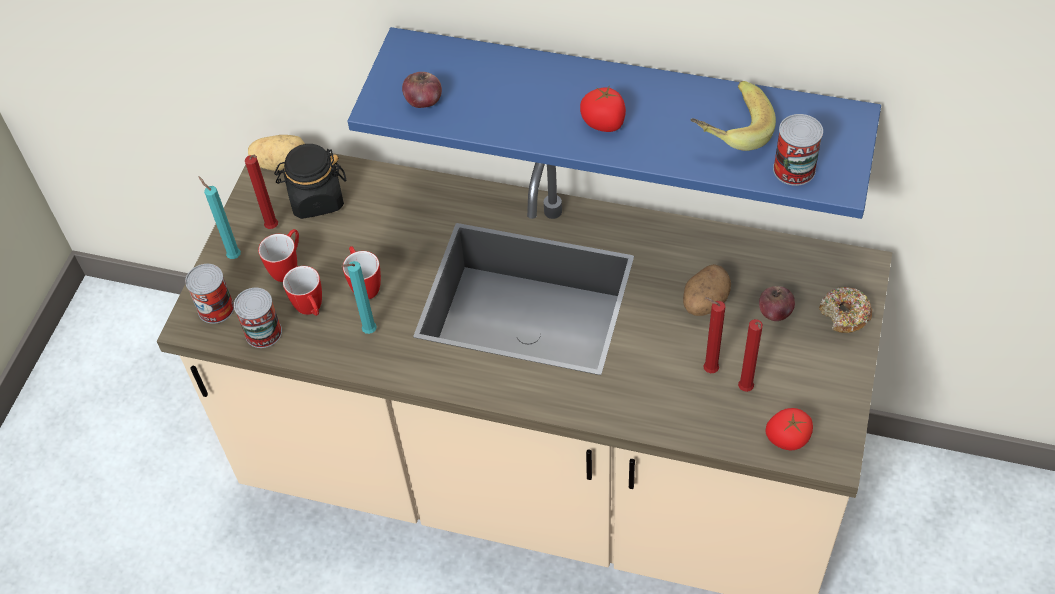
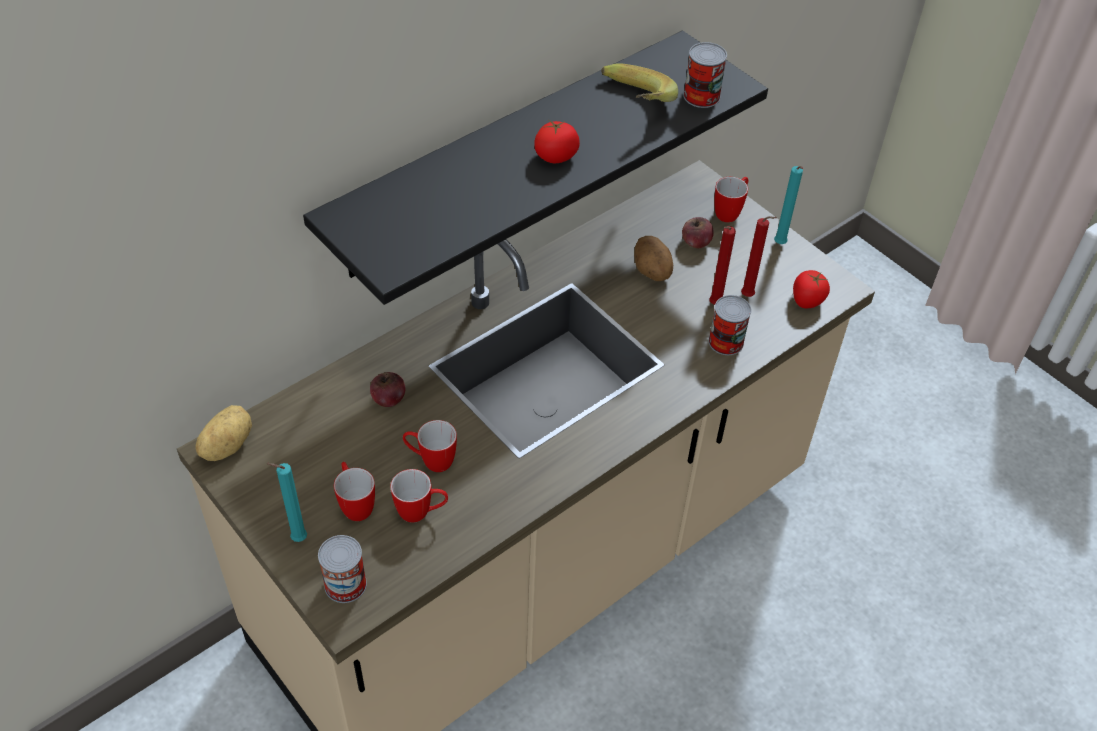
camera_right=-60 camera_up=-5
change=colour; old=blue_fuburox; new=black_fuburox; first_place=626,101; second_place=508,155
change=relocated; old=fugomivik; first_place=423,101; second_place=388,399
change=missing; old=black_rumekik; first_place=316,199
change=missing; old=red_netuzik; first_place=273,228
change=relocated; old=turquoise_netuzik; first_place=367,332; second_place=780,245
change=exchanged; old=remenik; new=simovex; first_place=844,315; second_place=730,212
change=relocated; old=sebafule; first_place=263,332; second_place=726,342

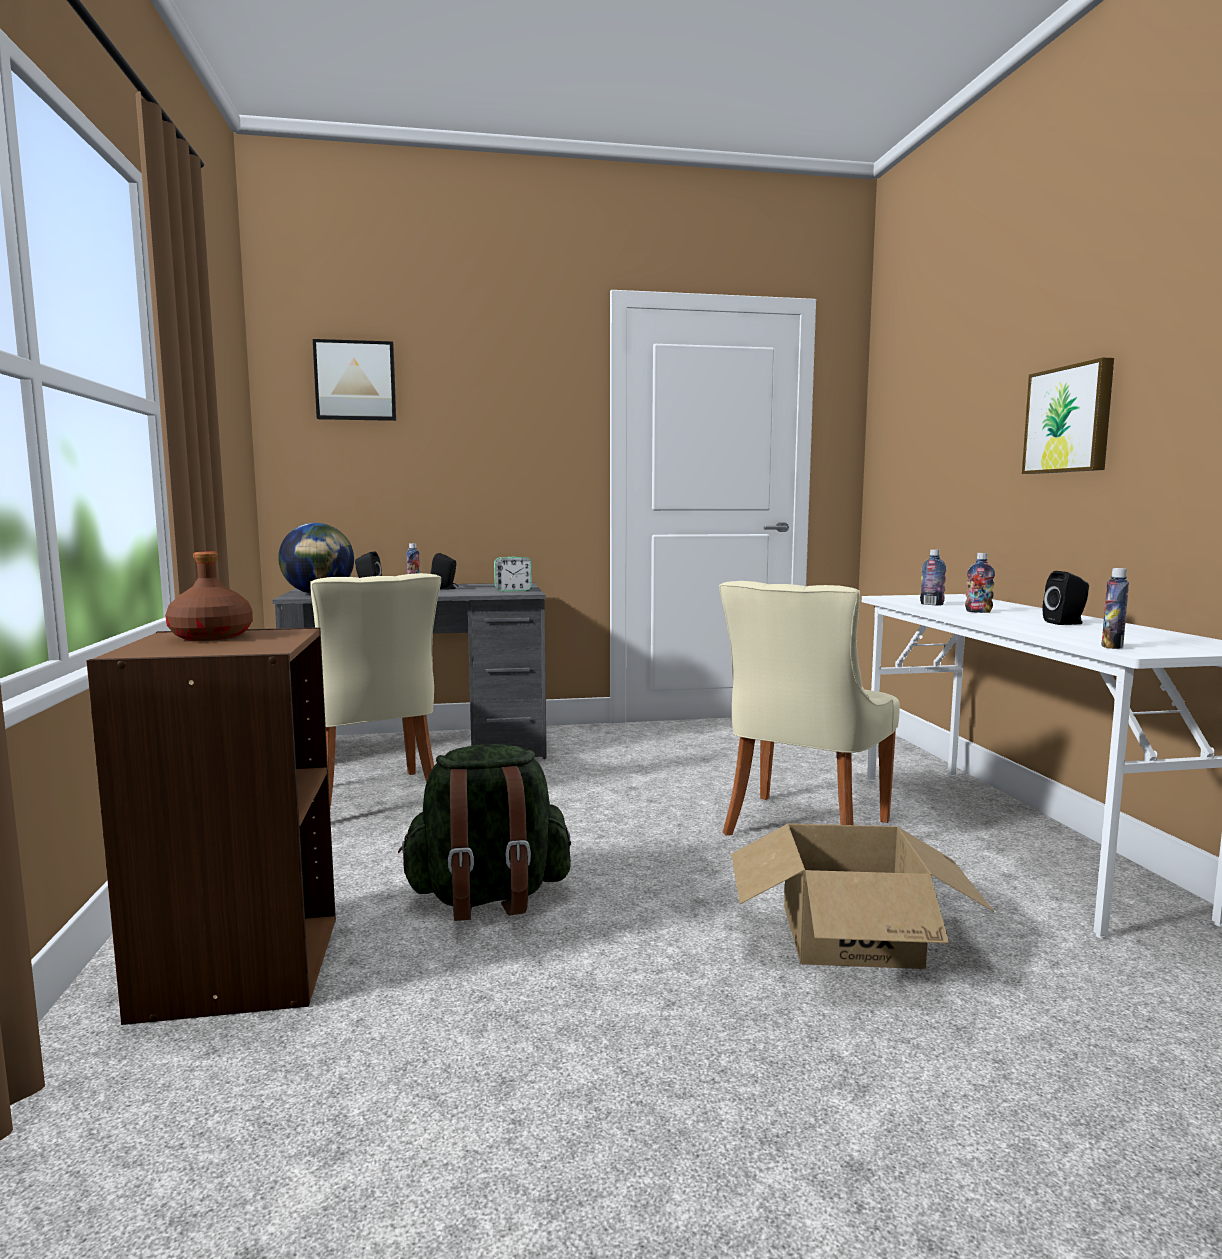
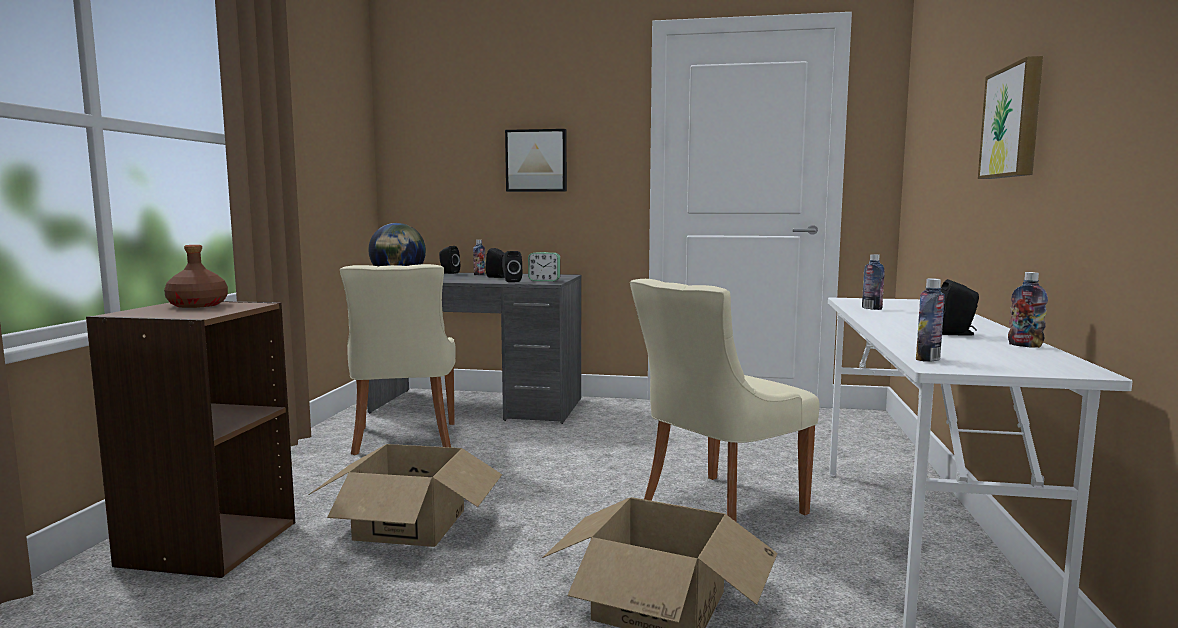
camera_right=20 camera_up=0
change=relocated; old=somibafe; first_place=355,381; second_place=536,161
change=relocated; old=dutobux; first_place=978,612; second_place=1025,345
change=exchanged; old=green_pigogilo; new=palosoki; first_place=488,897; second_place=409,524
change=appeared; new=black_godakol; second_place=511,281

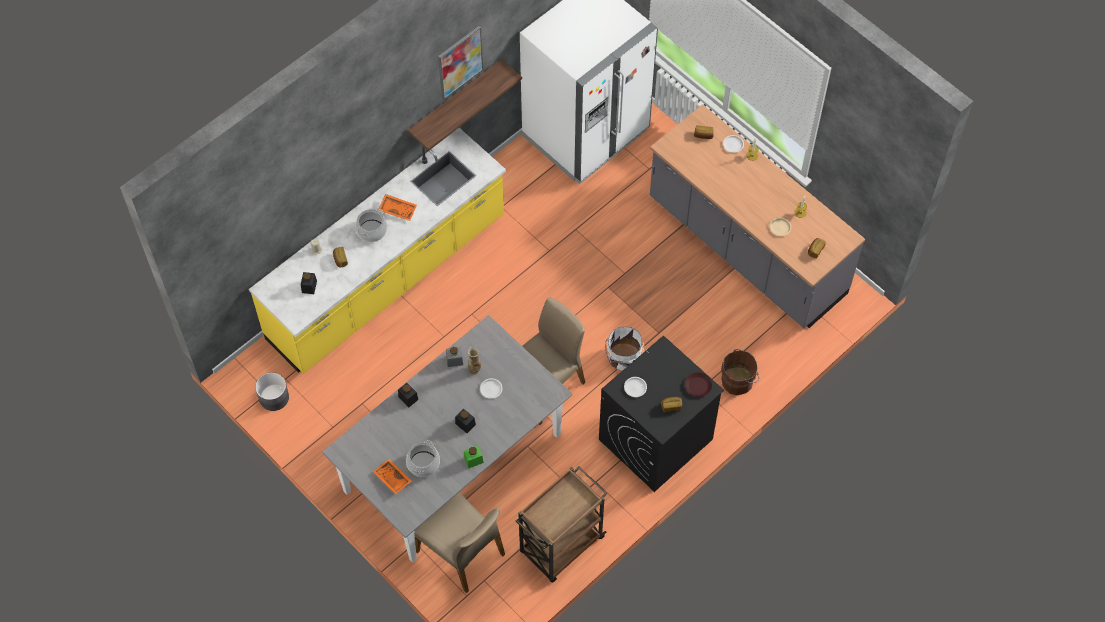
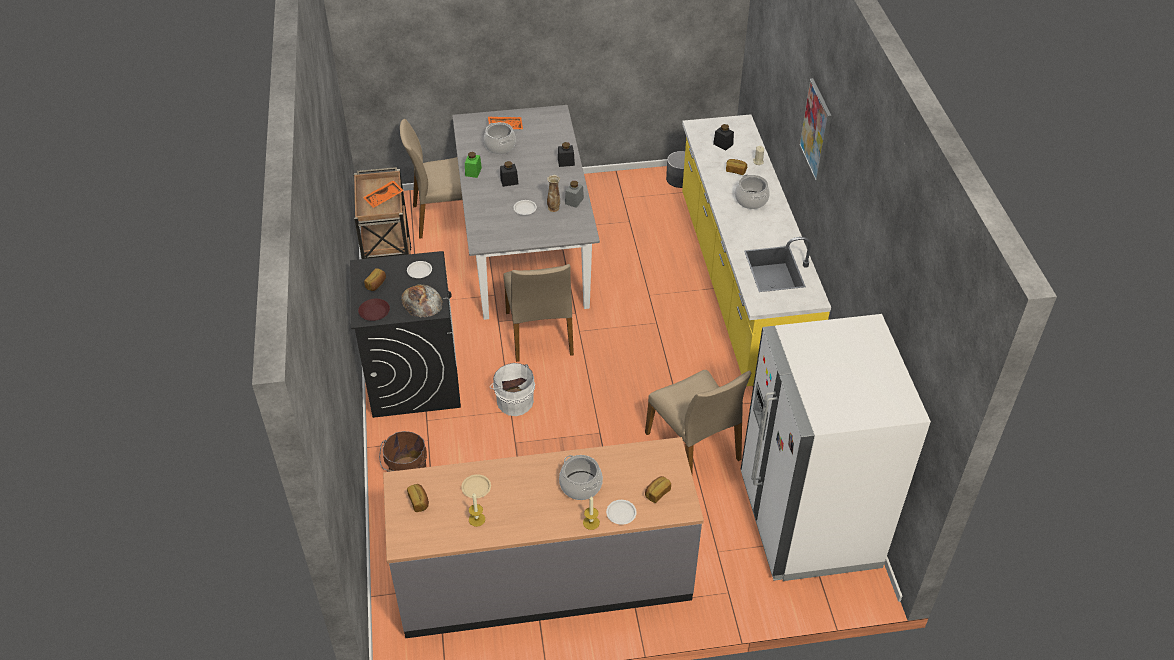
camera_right=125 camera_up=-15
change=relocated; old=somibafe; first_place=460,62; second_place=816,130
change=missing; old=fuburox; first_place=455,102
change=relocated; old=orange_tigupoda; first_place=398,209; second_place=384,198
change=appeared; new=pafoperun; second_place=421,301
change=appeared; new=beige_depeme; second_place=694,446
change=appeared; new=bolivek; second_place=580,485

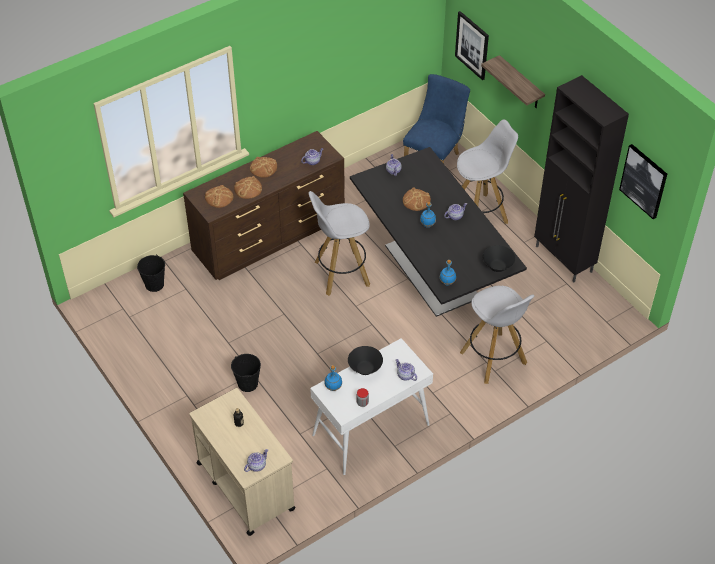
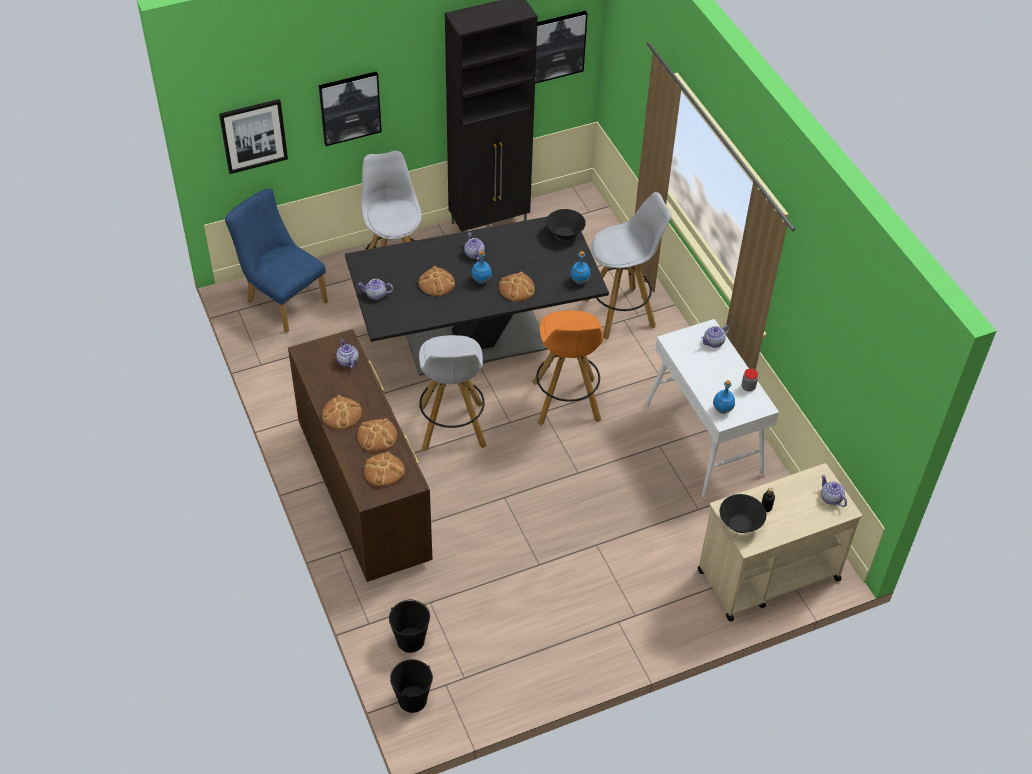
camera_right=-80 camera_up=0
change=exchanged; old=fuburox; new=somibafe; first_place=520,83; second_place=350,107
change=relocated; old=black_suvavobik; first_place=365,368; second_place=740,524
change=relocated; old=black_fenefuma; first_place=248,383; second_place=412,699
change=appeared; new=pafoperun; second_place=517,288
change=appeared; new=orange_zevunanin; second_place=566,402

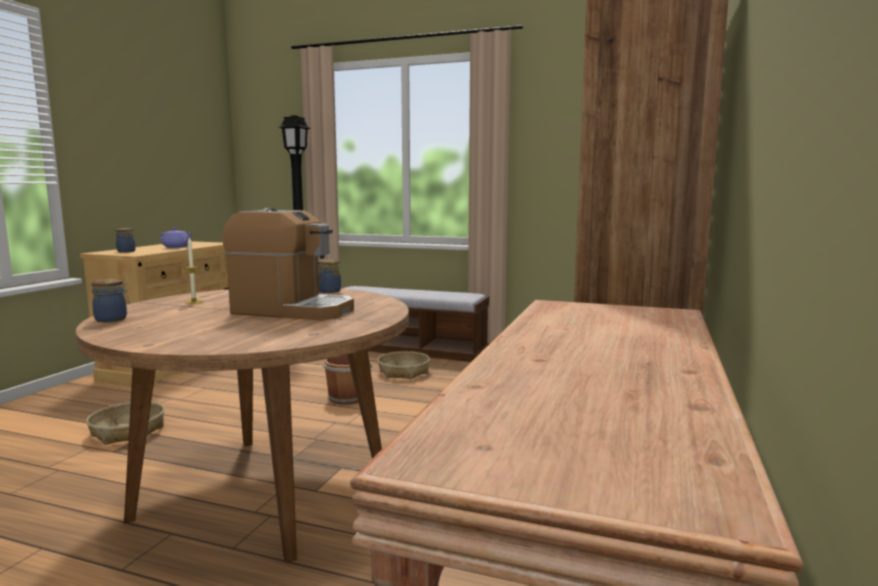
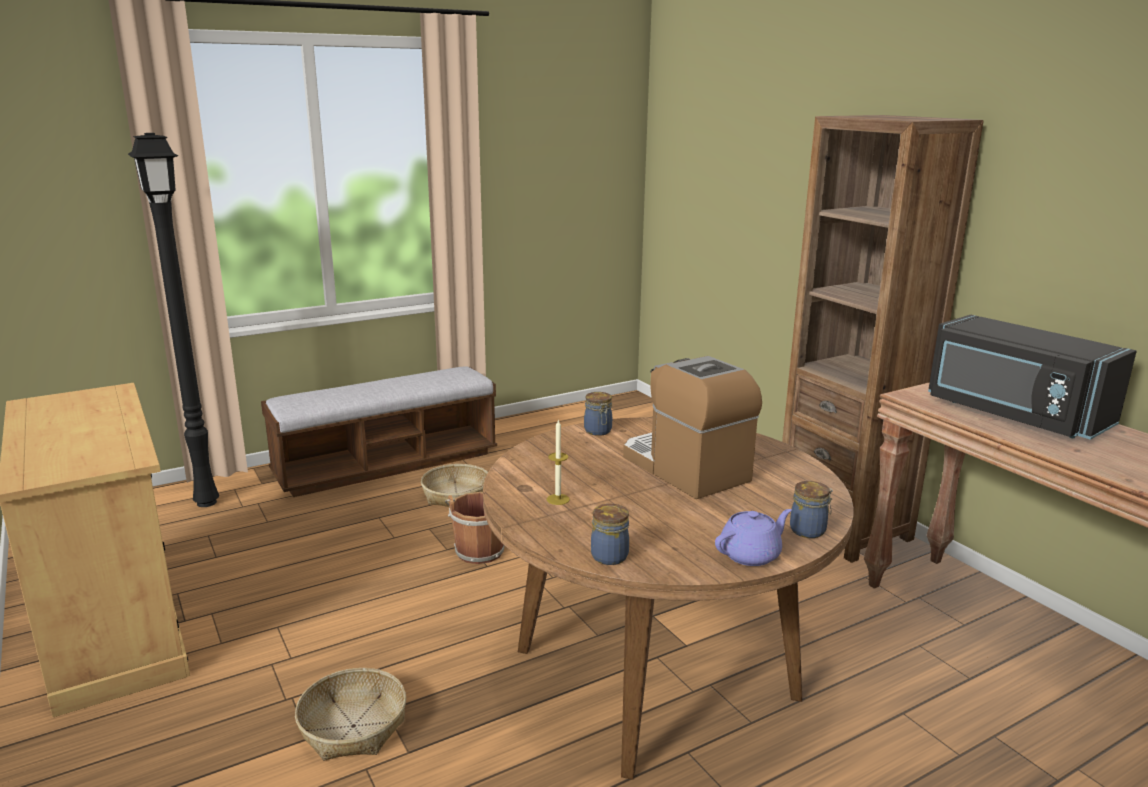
camera_right=-50 camera_up=10
change=spun; old=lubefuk; first_place=292,310; second_place=684,468; degrees=-90
change=relocated; old=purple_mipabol; first_place=177,247; second_place=751,554
change=relocated; old=rumekik; first_place=126,251; second_place=809,530
change=appeared; new=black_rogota; second_place=1013,414

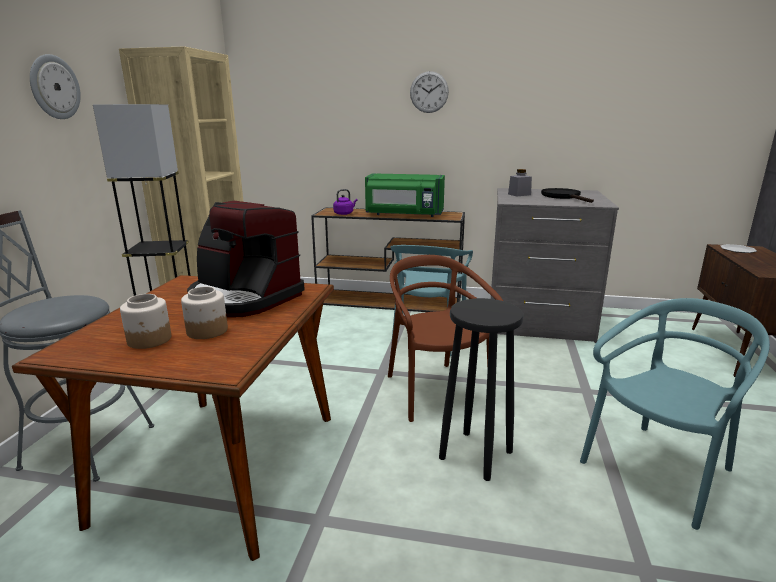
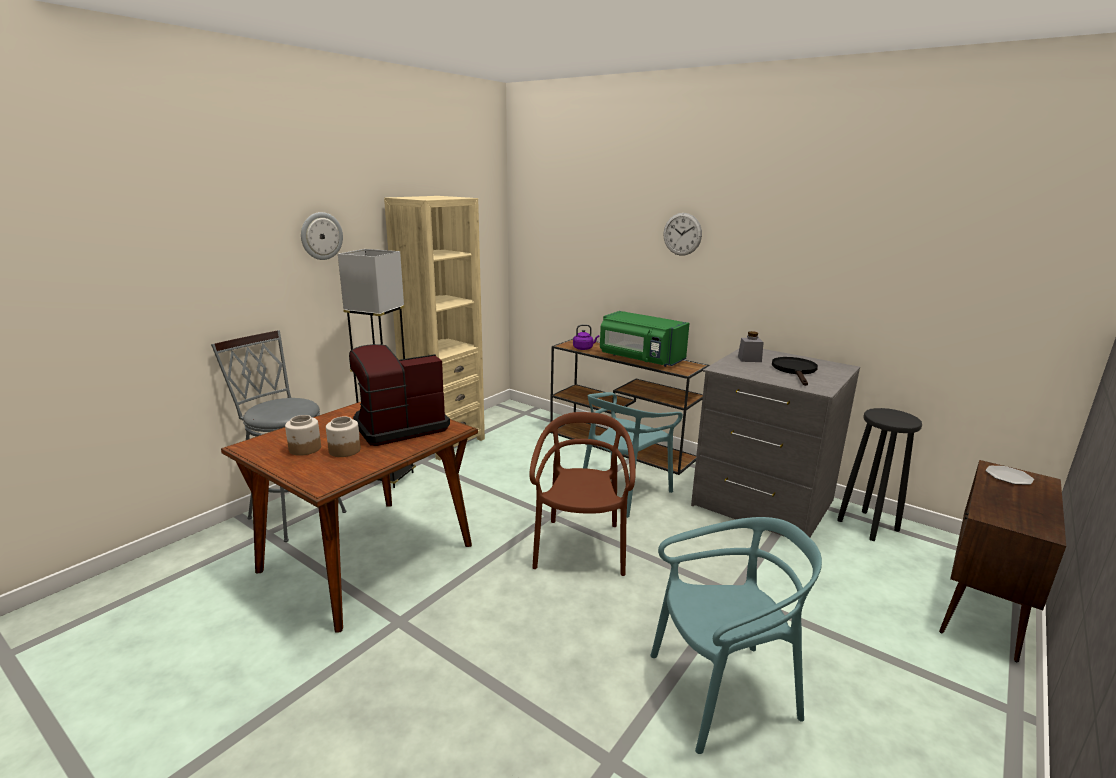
camera_right=25 camera_up=0
change=spun; old=lubefuk; first_place=244,297; second_place=399,426; degrees=90
change=relocated; old=black_zevunanin; first_place=476,455; second_place=868,526

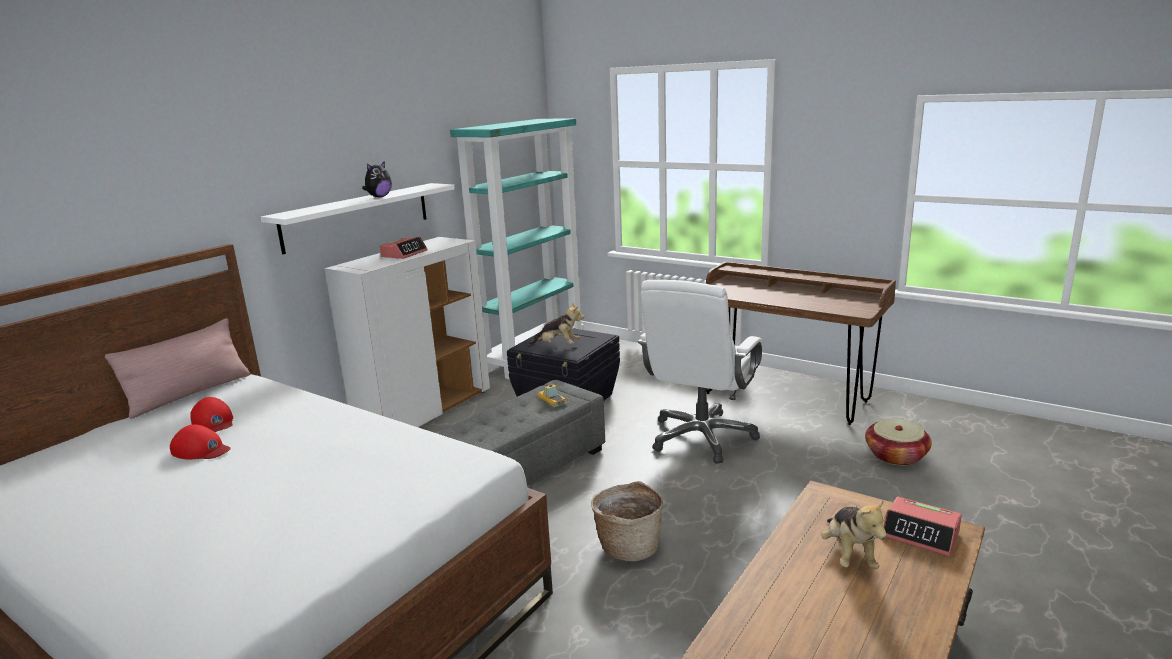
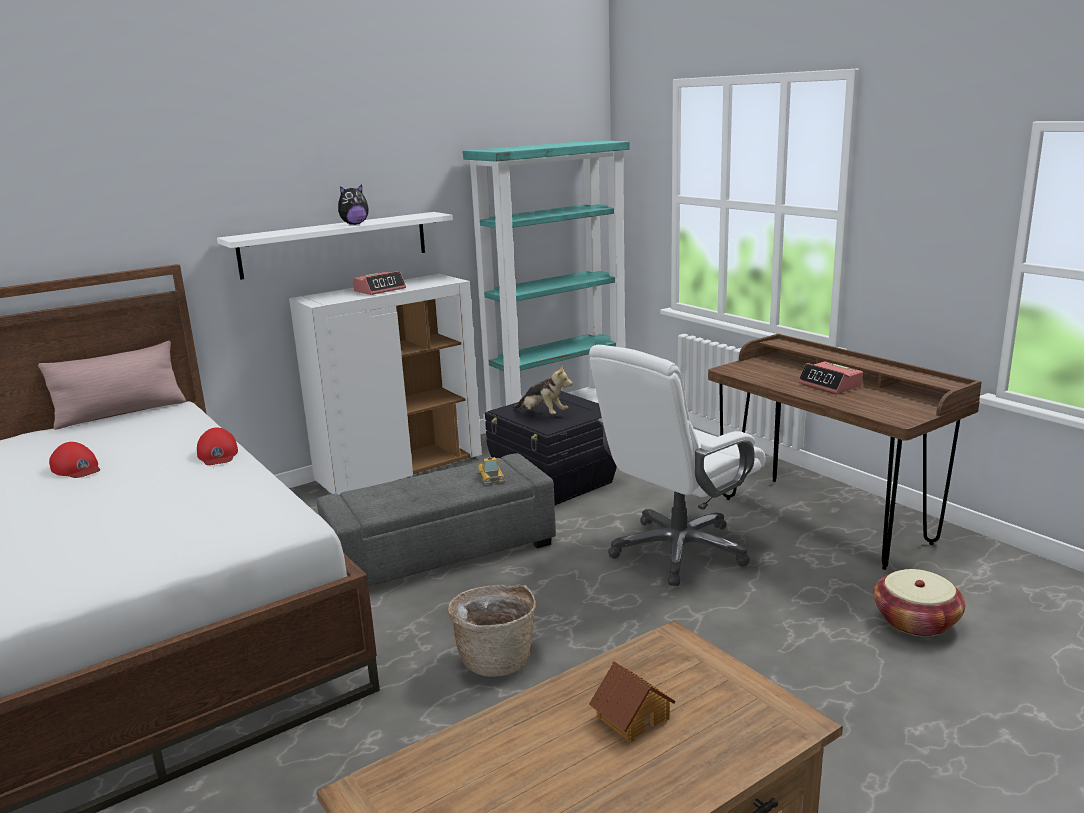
camera_right=20 camera_up=0
change=relocated; old=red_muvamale; first_place=213,422; second_place=218,454
change=relocated; old=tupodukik; first_place=921,534; second_place=830,385
change=exchanged; old=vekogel; new=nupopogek; first_place=849,554; second_place=632,717

